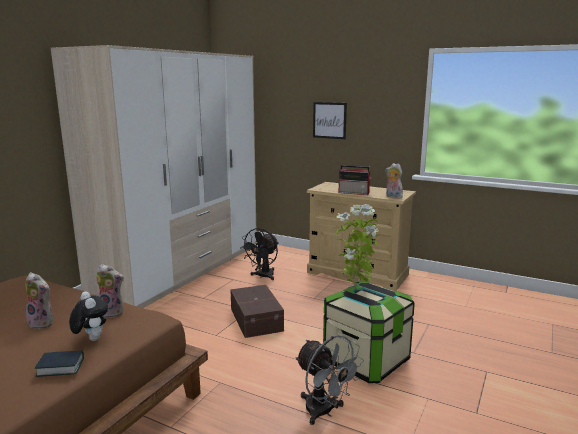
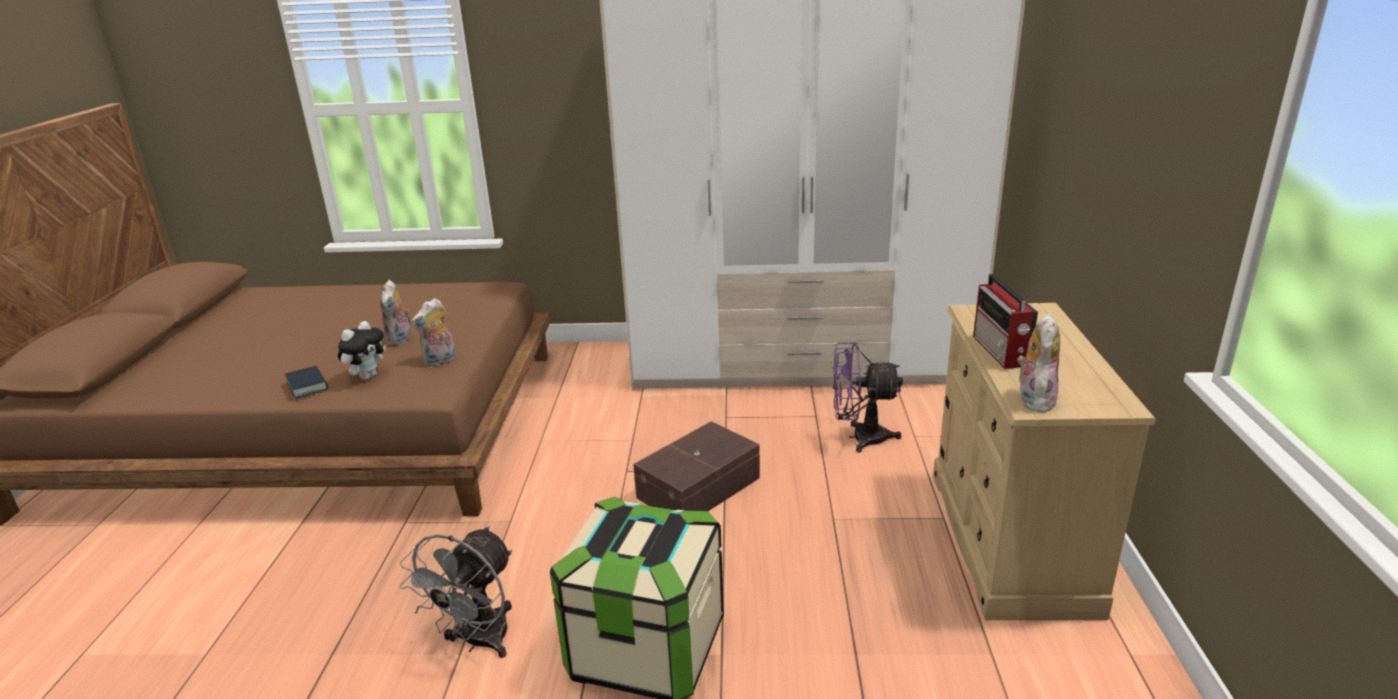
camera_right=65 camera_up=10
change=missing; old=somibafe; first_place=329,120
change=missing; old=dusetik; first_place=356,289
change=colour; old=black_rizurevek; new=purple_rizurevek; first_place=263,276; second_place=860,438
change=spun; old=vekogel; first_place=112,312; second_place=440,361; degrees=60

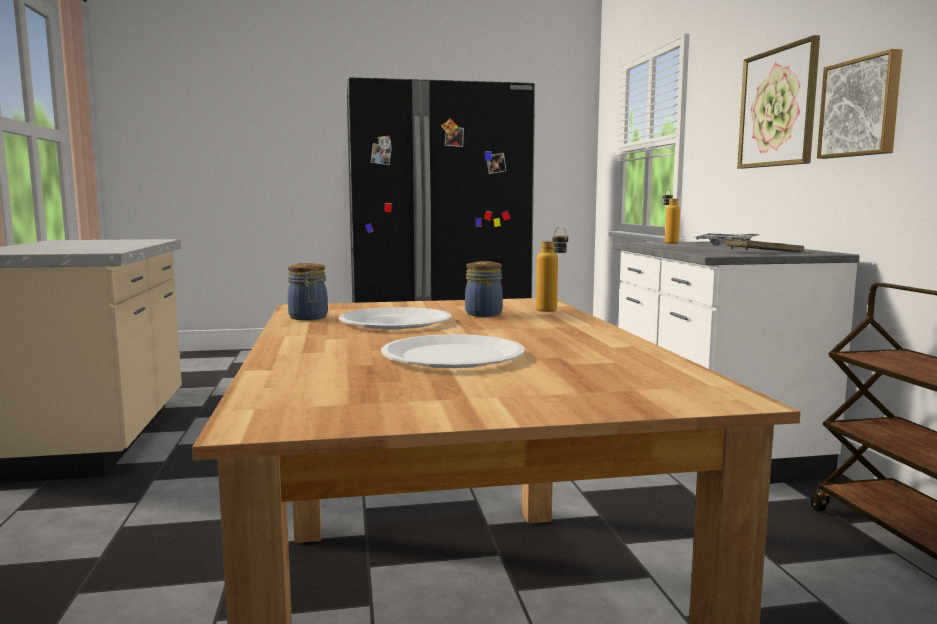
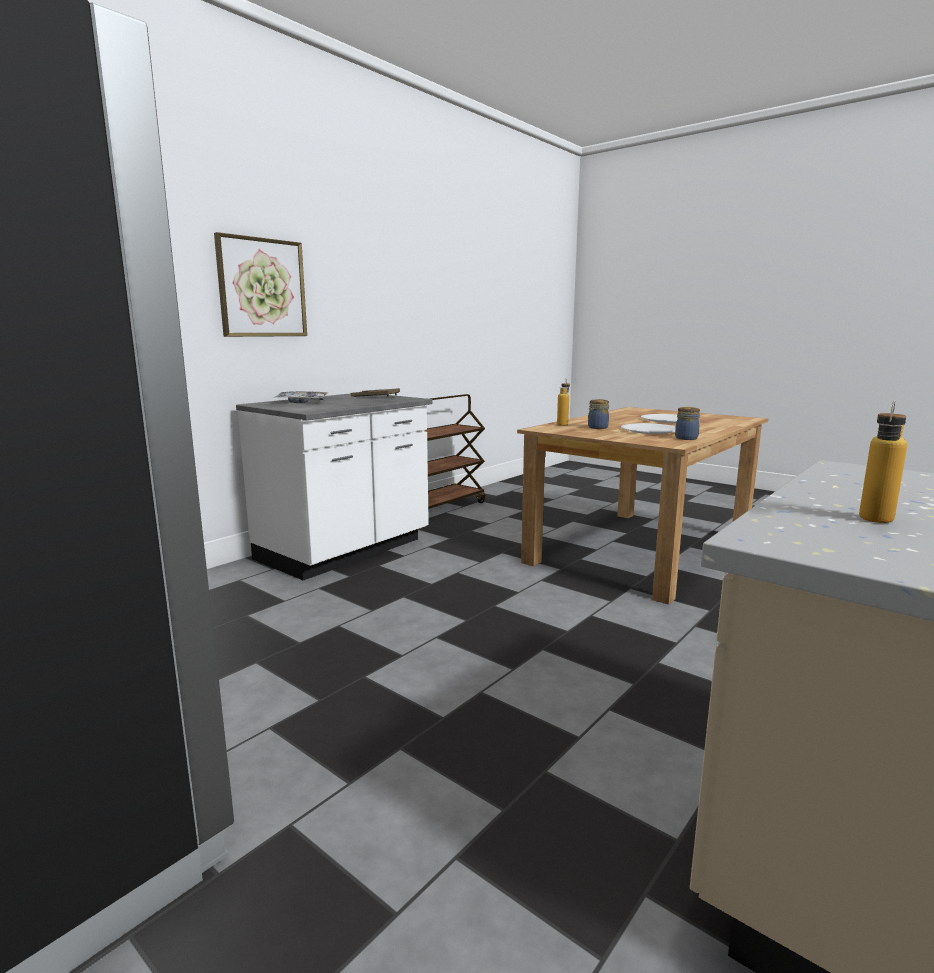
camera_right=-130 camera_up=5
change=missing; old=somibafe; first_place=861,108
change=relocated; old=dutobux; first_place=668,242; second_place=874,522

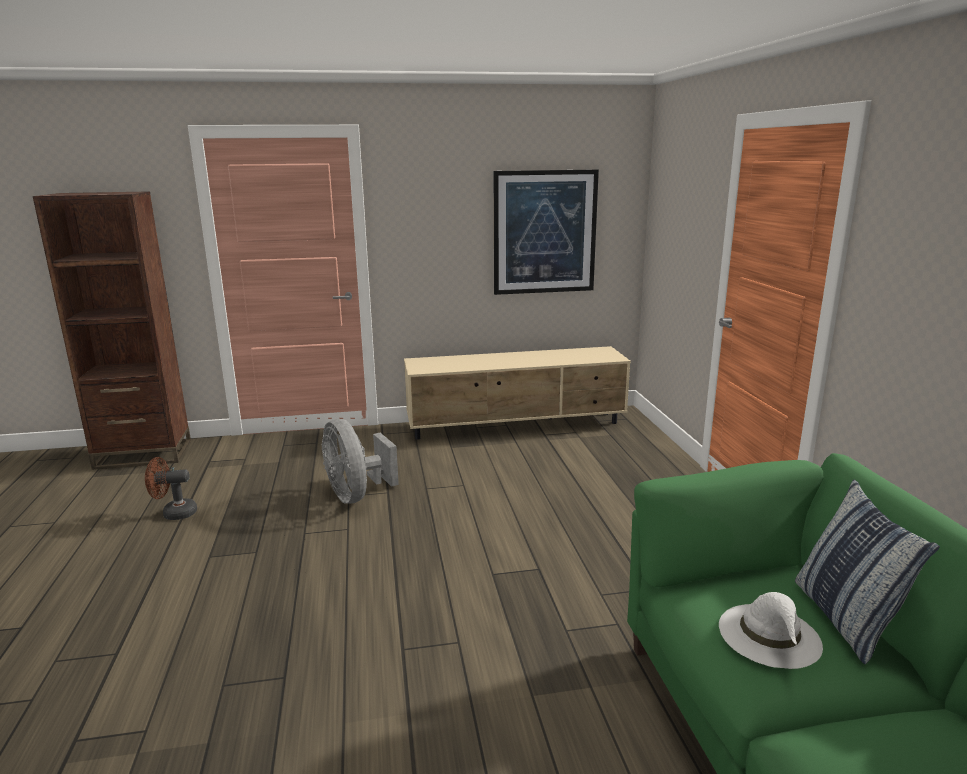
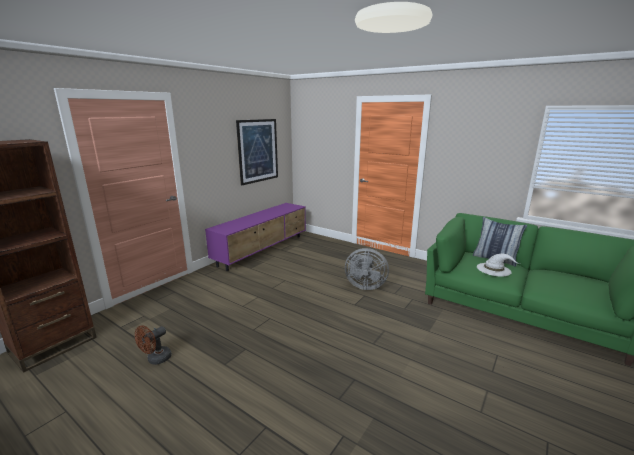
camera_right=-45 camera_up=0
change=colour; old=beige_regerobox; new=purple_regerobox; first_place=517,426; second_place=263,250
change=relocated; old=grey_rizurevek; first_place=356,495; second_place=364,285

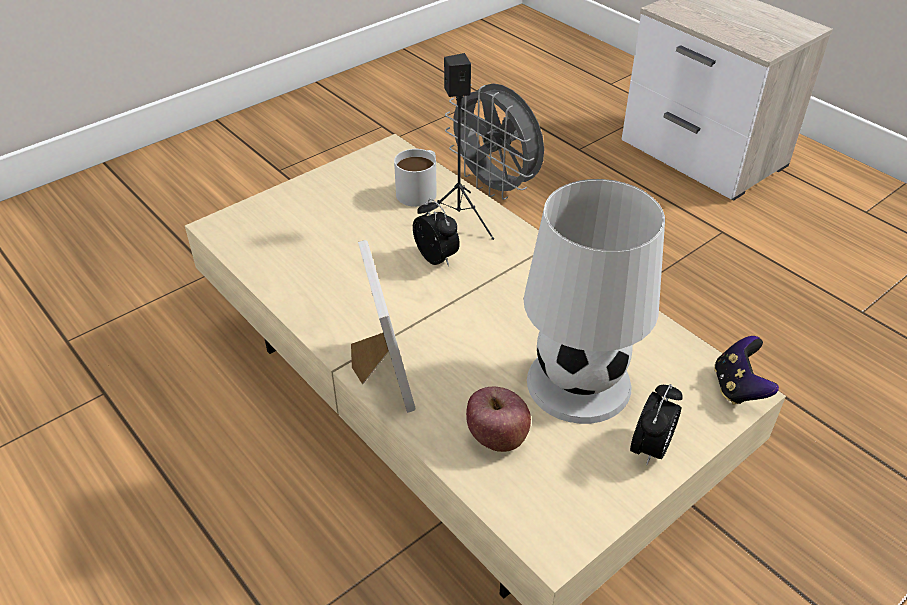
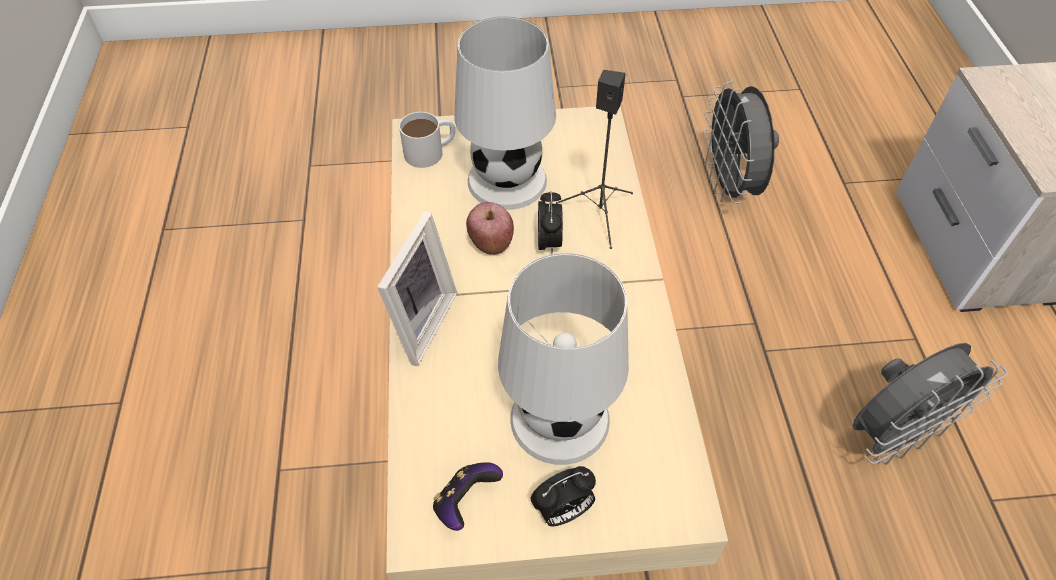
camera_right=35 camera_up=10
change=relocated; old=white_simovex; first_place=420,189; second_place=431,151
change=relocated; old=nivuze; first_place=738,388; second_place=465,502
change=relocated; old=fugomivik; first_place=497,438; second_place=491,243
change=appeared; new=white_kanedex; second_place=506,180
change=appeared; new=grey_rizurevek; second_place=893,435

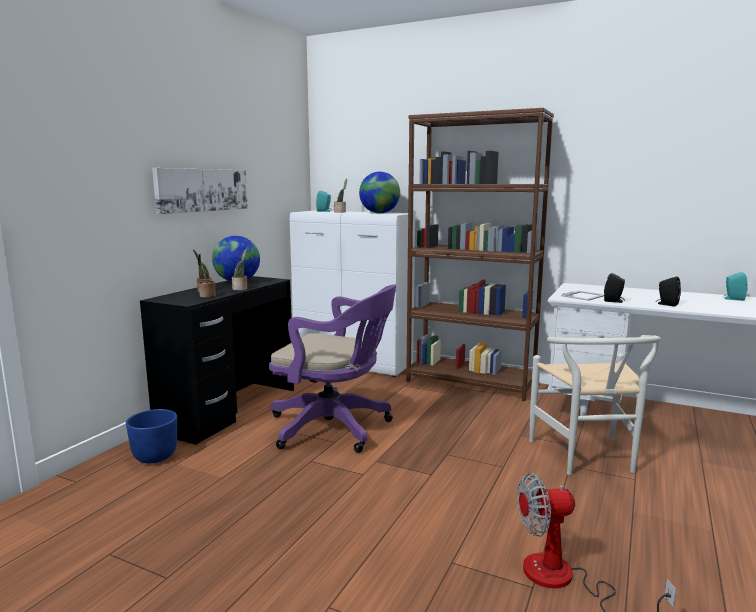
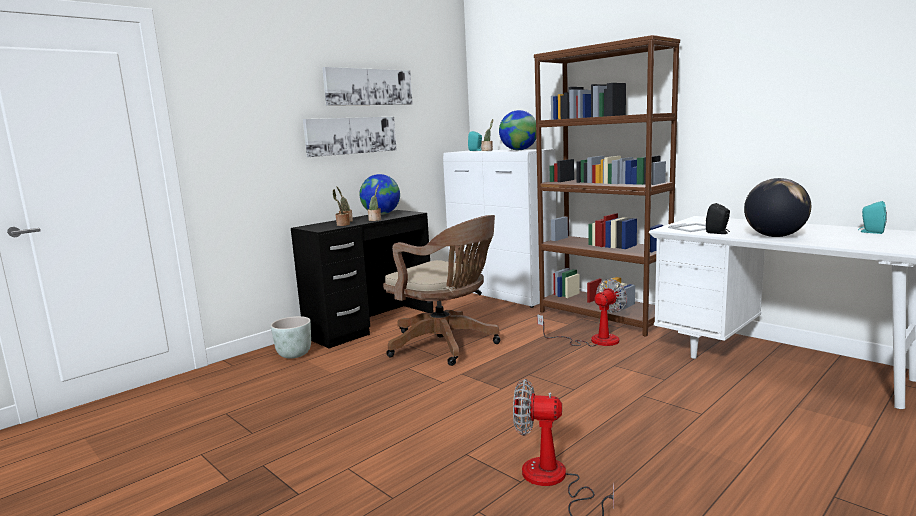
camera_right=20 camera_up=0
change=exchanged; old=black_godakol; new=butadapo; first_place=666,304; second_place=774,236
change=colour; old=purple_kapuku; new=brown_kapuku; first_place=335,428; second_place=446,345
change=missing; old=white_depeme; first_place=588,459
change=colour; old=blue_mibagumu; new=grey_mibagumu; first_place=155,457; second_place=294,354
change=appeared; new=somibafe; second_place=368,87
change=appeared; new=rizurevek; second_place=594,340

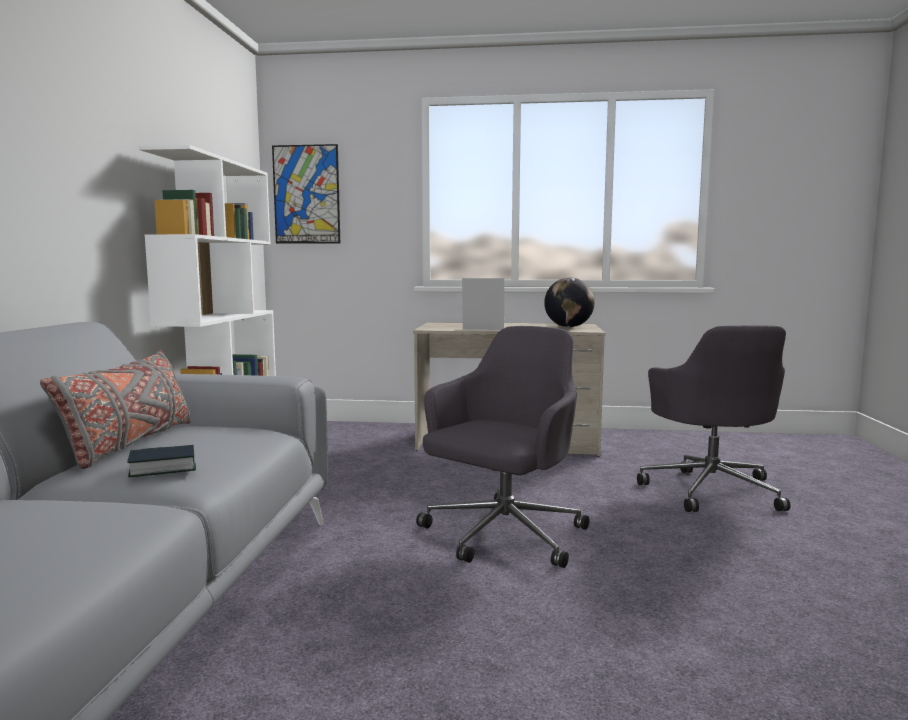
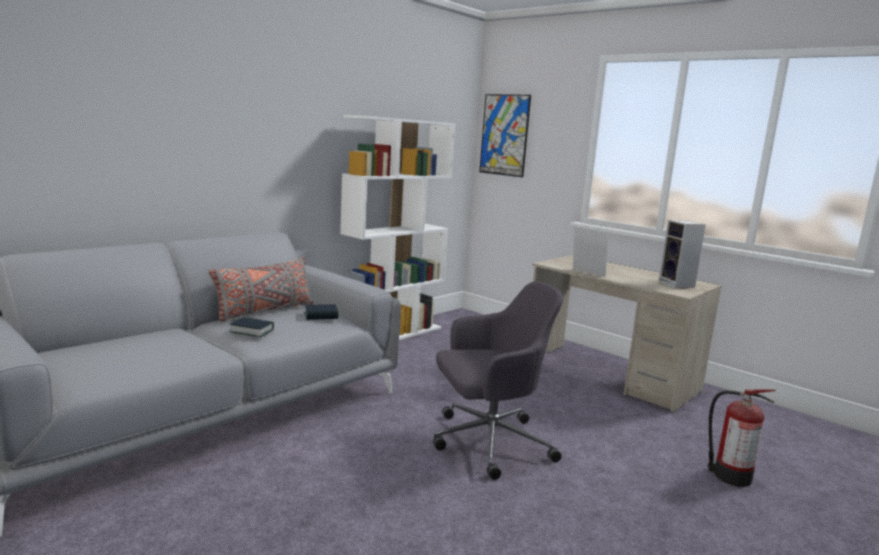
camera_right=35 camera_up=5
change=exchanged; old=butadapo; new=godakol; first_place=568,327; second_place=677,284
change=exchanged; old=grey_kapuku; new=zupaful; first_place=711,489; second_place=729,476
change=appeared; new=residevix; second_place=321,316

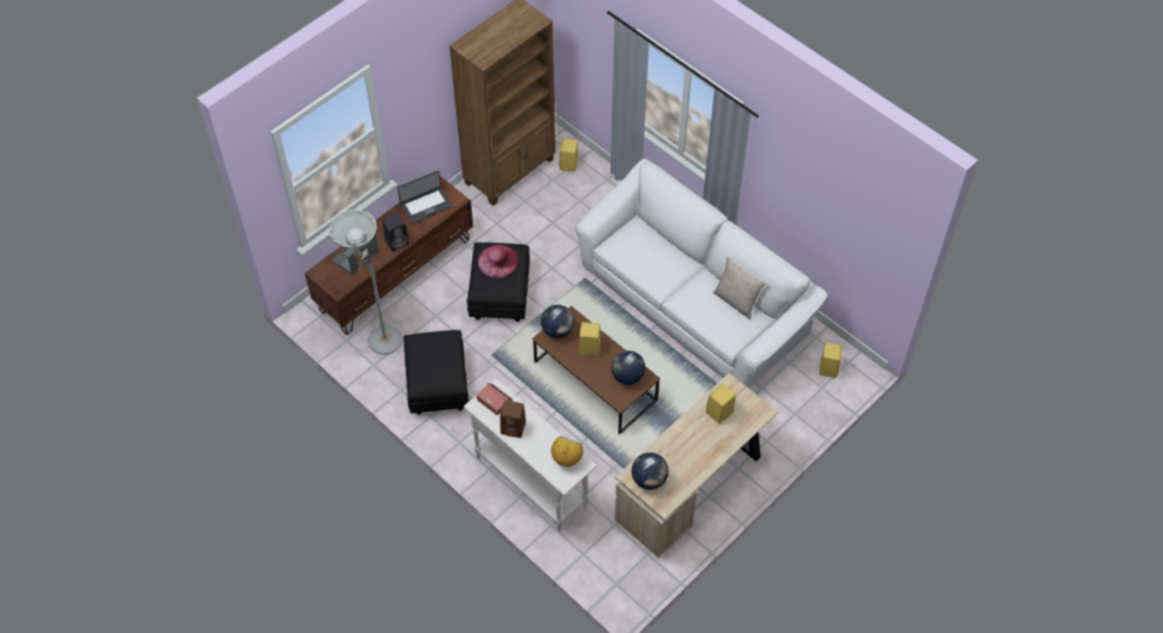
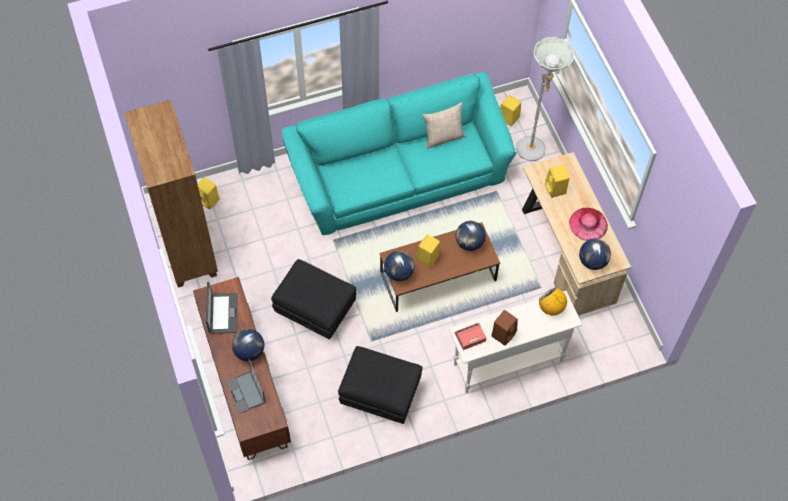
camera_right=-65 camera_up=5
change=colour; old=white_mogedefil; new=turquoise_mogedefil; first_place=693,300; second_place=399,175
change=relocated; old=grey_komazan; first_place=379,345; second_place=533,154
change=exchanged; old=black_godakol; new=butadapo; first_place=397,241; second_place=249,351
change=relocated; old=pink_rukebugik; first_place=498,261; second_place=588,224

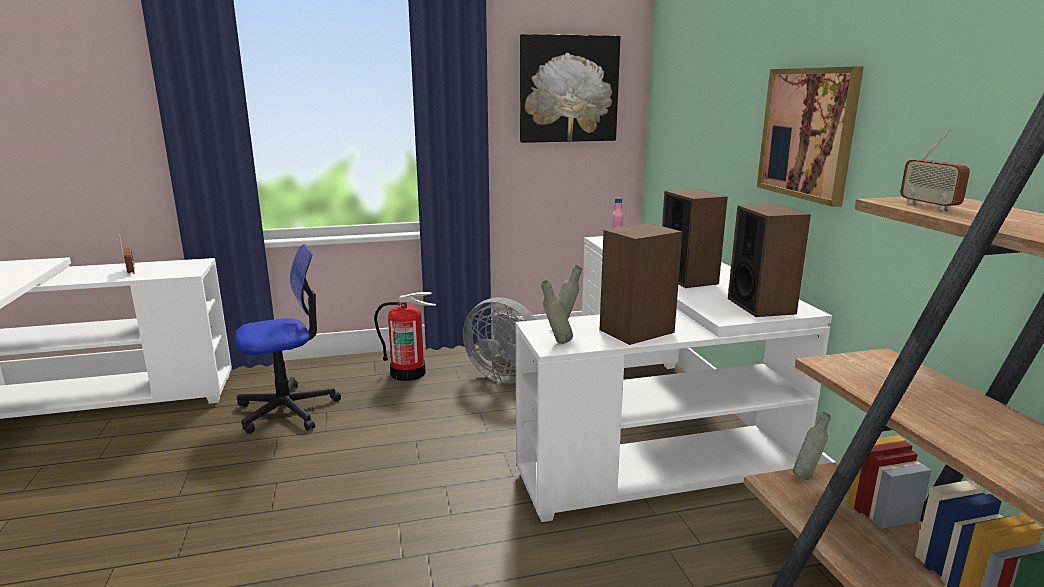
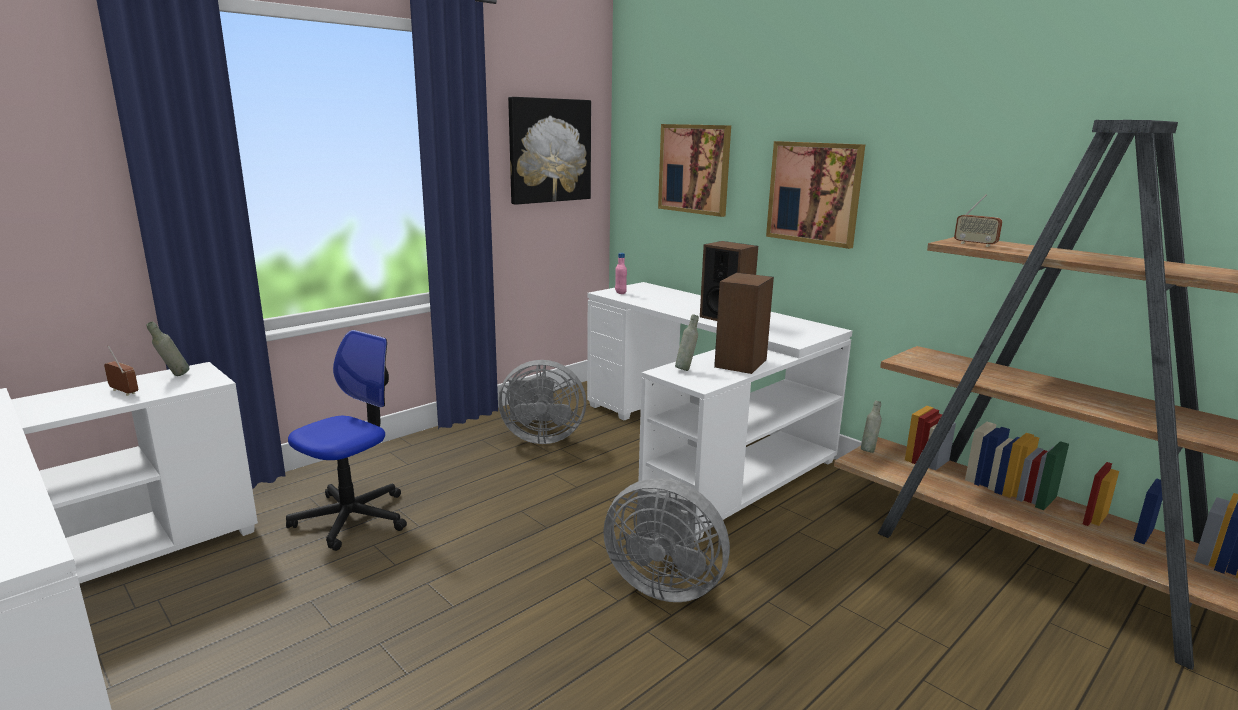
camera_right=-30 camera_up=0
change=missing; old=godakol; first_place=761,306
change=relocated; old=grey_dutobux; first_place=556,343; second_place=173,376
change=missing; old=zupaful; first_place=408,373
change=appeared; new=somibafe; second_place=694,169
change=appeared; new=grey_rizurevek; second_place=664,584

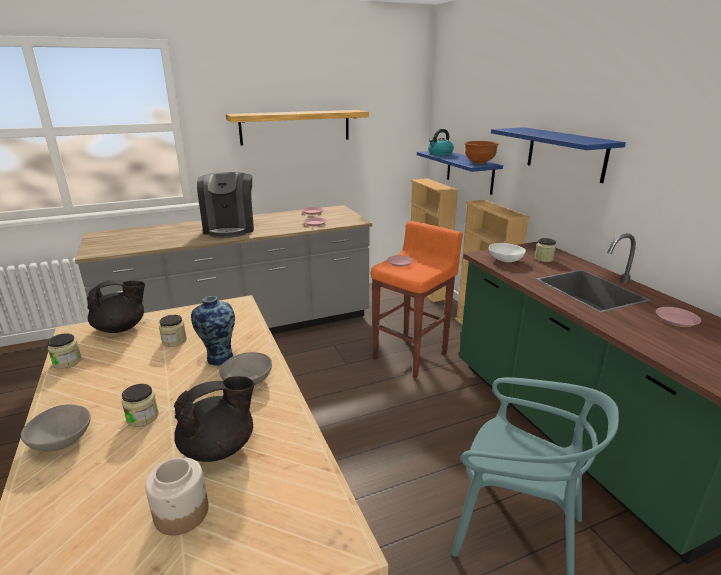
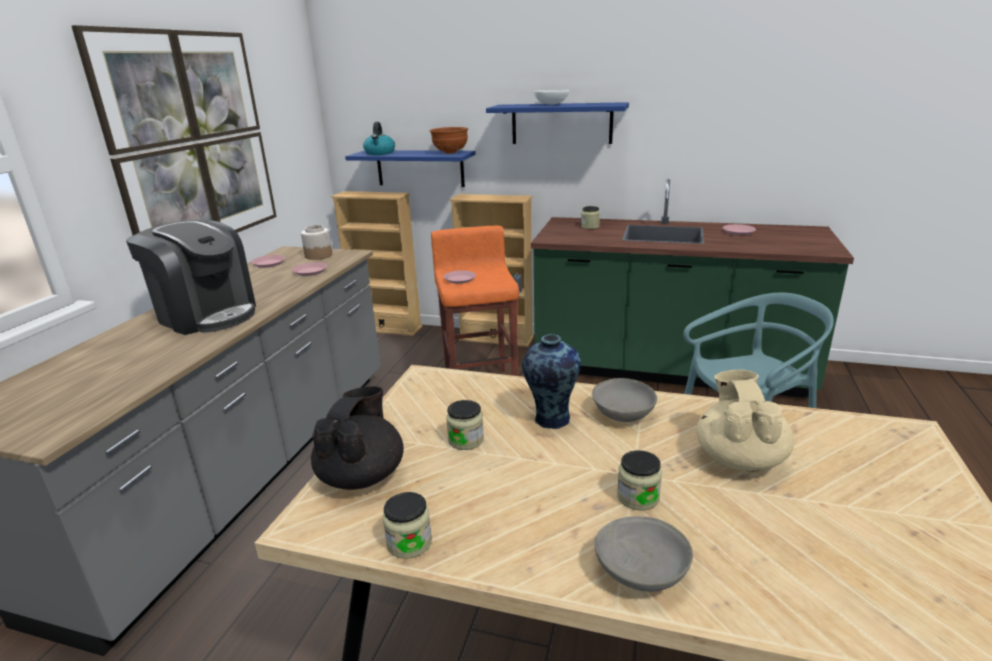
camera_right=-50 camera_up=0
change=exchanged; old=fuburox; new=somibafe; first_place=295,127; second_place=193,141
change=relocated; old=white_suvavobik; first_place=505,260; second_place=550,104
change=colour; old=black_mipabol; new=beige_mipabol; first_place=219,447; second_place=739,458
change=relocated; old=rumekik; first_place=182,512; second_place=318,255

